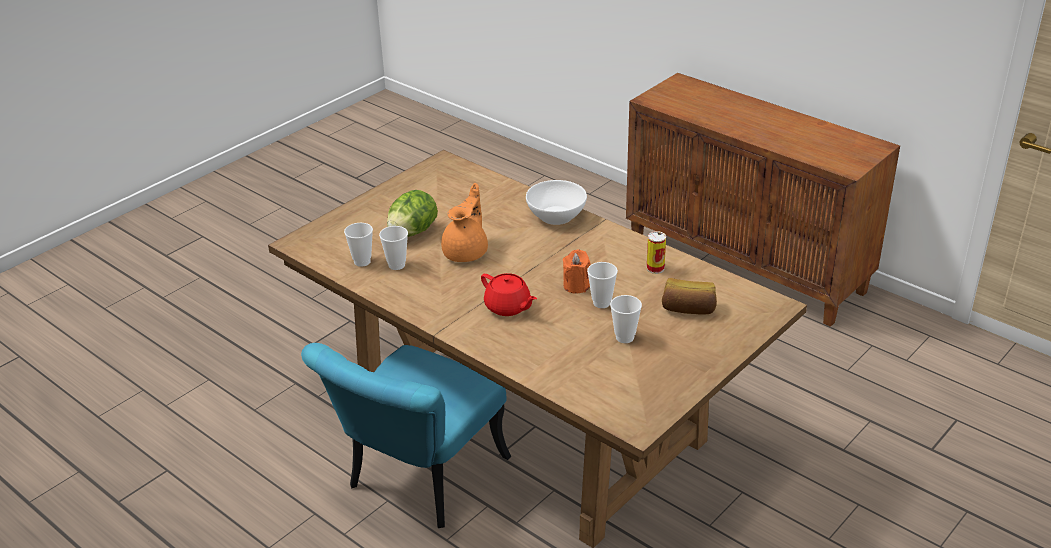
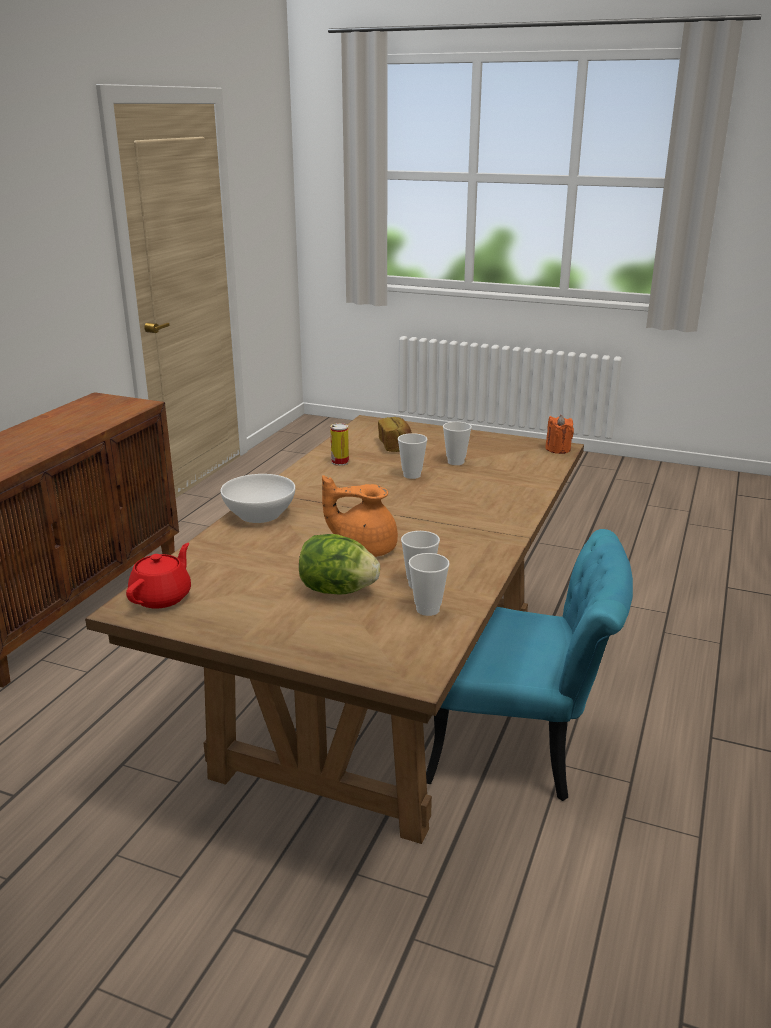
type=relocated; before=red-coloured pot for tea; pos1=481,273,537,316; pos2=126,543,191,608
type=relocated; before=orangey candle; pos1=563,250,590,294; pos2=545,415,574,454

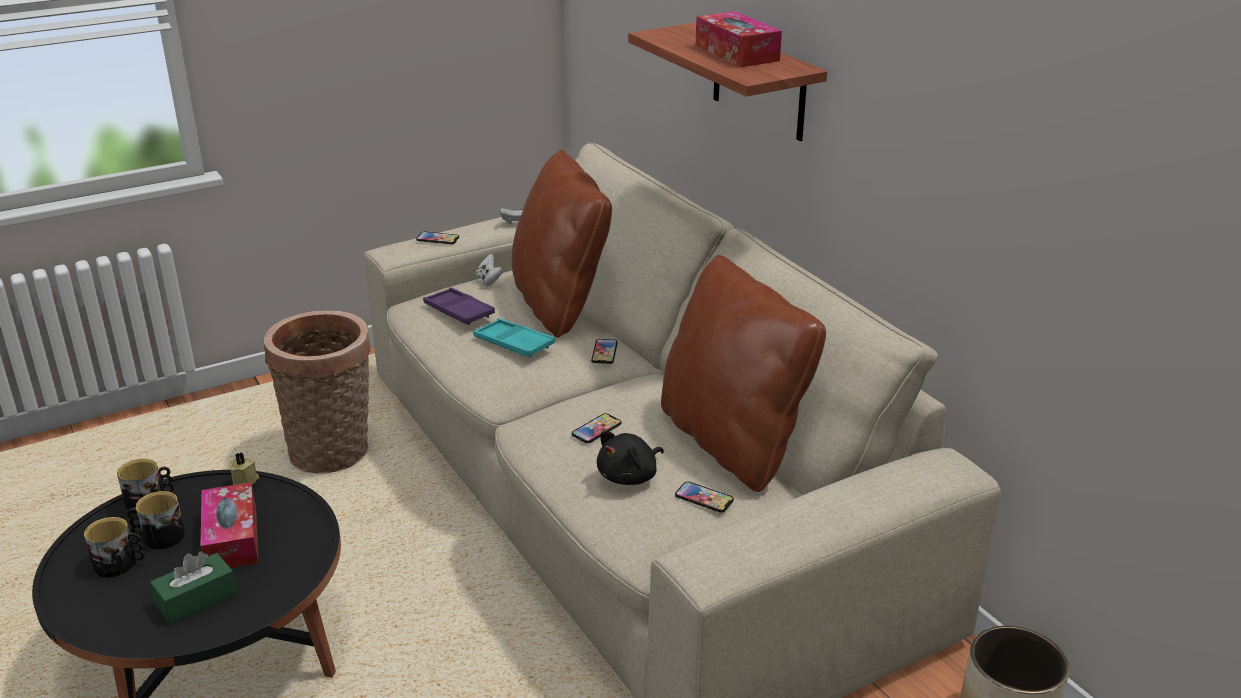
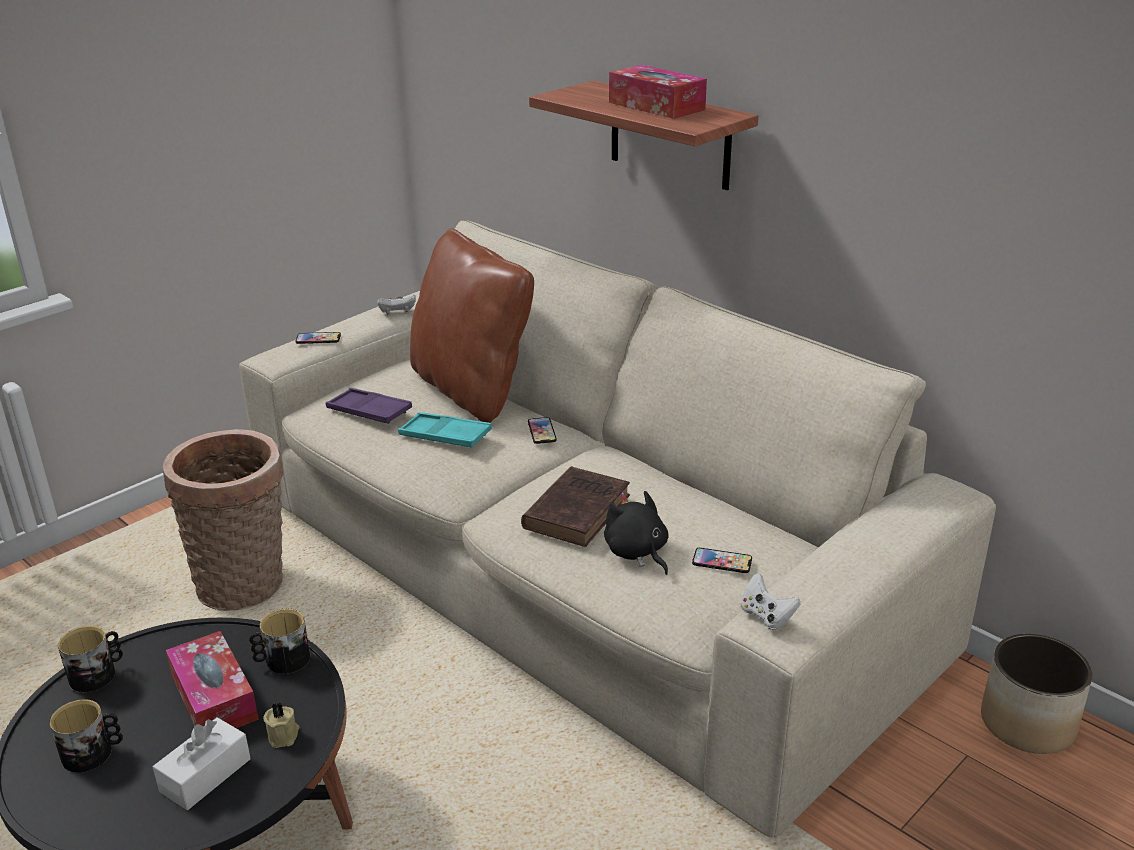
type=missing; before=brown-coloured pillow; pos1=661,255,826,492
type=relocated; before=tea mug; pos1=127,491,185,550; pos2=249,609,310,674
type=relocated; before=beige candle; pos1=229,452,259,485; pos2=263,702,299,748
type=relocated; before=whitish gamepad; pos1=476,254,504,286; pos2=741,573,800,630
type=exchanged; before=telephone; after=brown-coloured book; pos1=572,413,621,443; pos2=521,466,630,547
type=colour; before=green tissue box; after=whitish tissue box; pos1=150,551,237,624; pos2=153,717,251,810
type=spun; before=black-coloured soft toy; pos1=597,431,664,485; pos2=604,491,669,575; turn=120

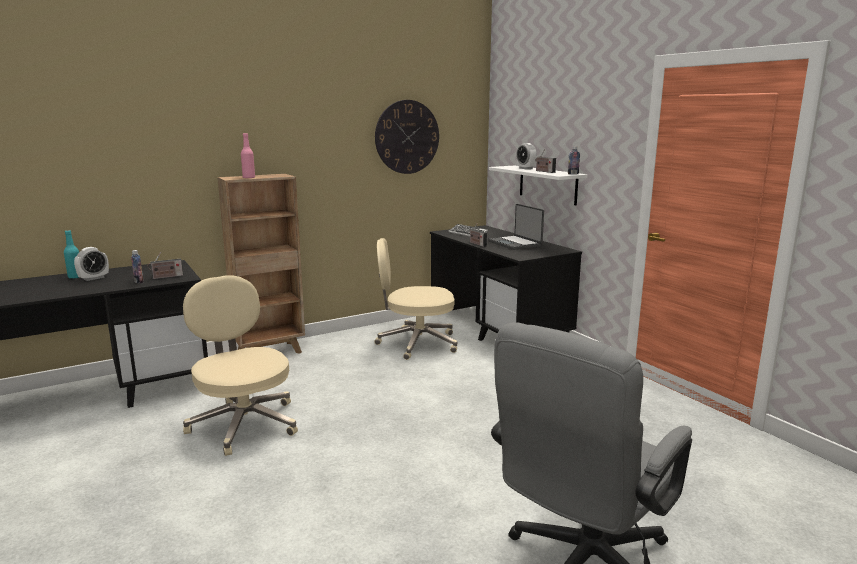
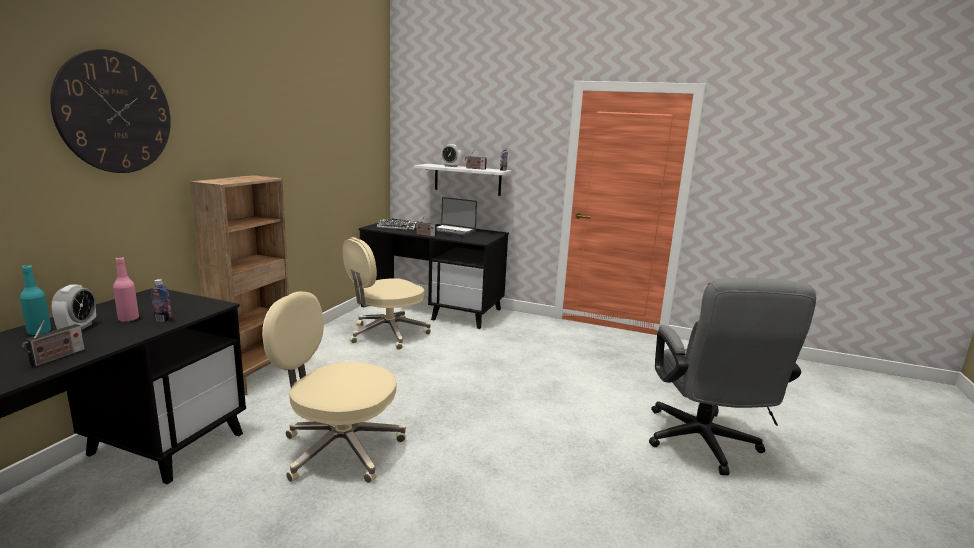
type=relocated; before=radio receiver; pos1=148,252,183,279; pos2=22,320,85,367
type=relocated; before=pink-coloured bottle; pos1=241,133,255,178; pos2=113,257,139,322
type=relocated; before=clock on the wall; pos1=375,100,439,174; pos2=50,49,171,173

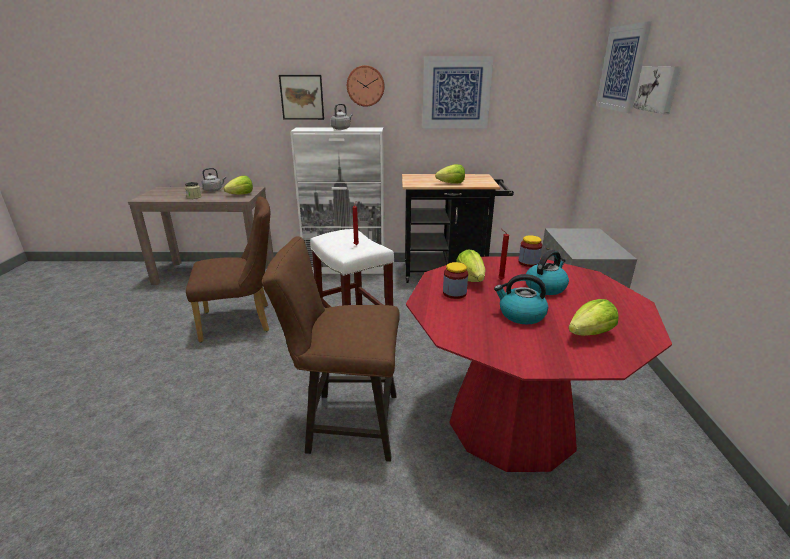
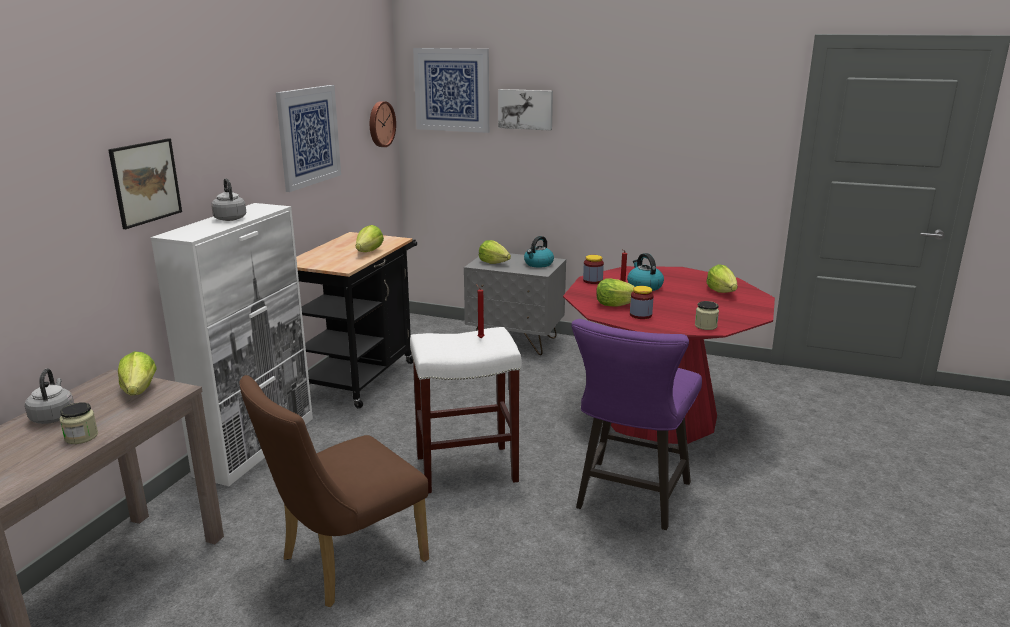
type=appeared; after=head of lettuce; pos2=479,240,511,264
type=appeared; after=jar; pos2=695,301,719,330
type=relocated; before=clock on the wall; pos1=347,65,385,107; pos2=370,101,396,147
type=relocated; before=kettle; pos1=494,274,548,324; pos2=524,236,554,268
type=colour; before=brown-coloured stool seat; after=purple stool seat; pos1=262,237,400,462; pos2=571,319,702,530
type=spun; before=brown-coloured chair; pos1=186,196,270,342; pos2=239,375,429,607; turn=-135

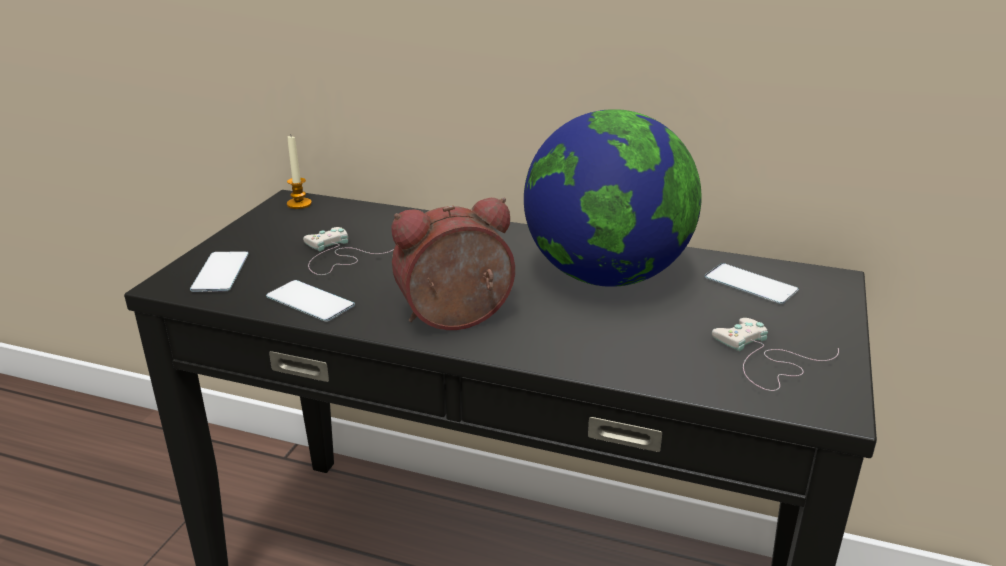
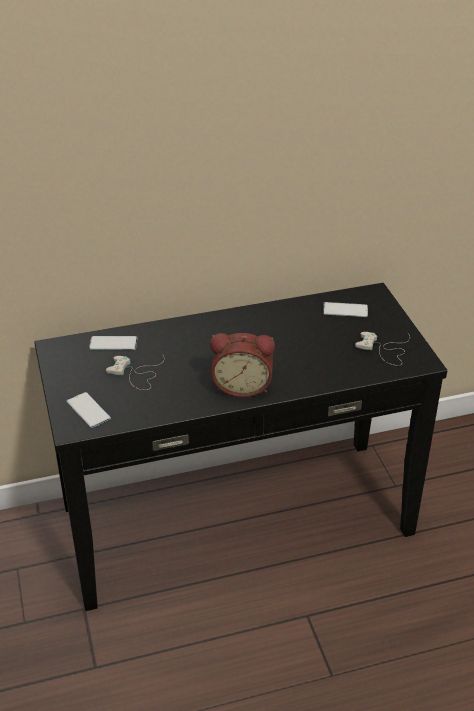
type=missing; before=candle; pos1=287,136,312,209
type=missing; before=globe; pos1=524,109,701,287
type=relocated; before=telephone; pos1=266,280,355,322; pos2=89,336,138,350
type=spun; before=bedside clock; pos1=392,197,515,330; pos2=210,333,275,398; turn=-120

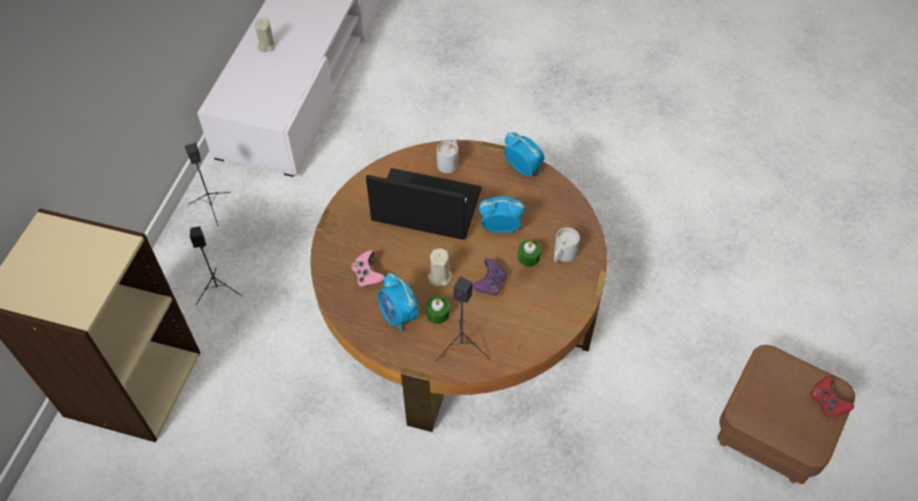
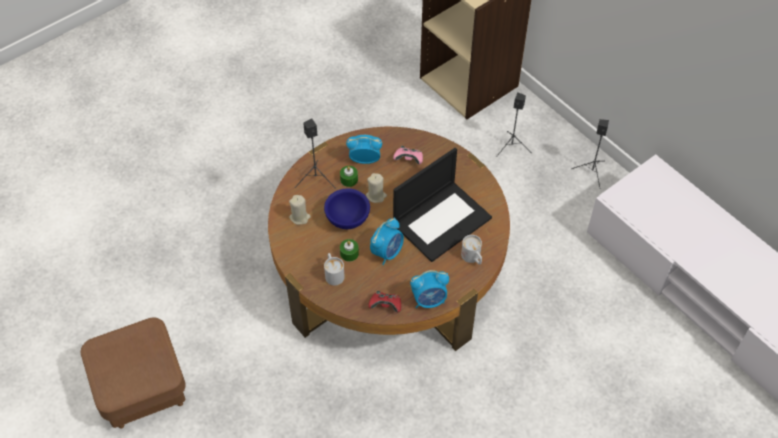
type=relocated; before=beige candle; pos1=255,18,276,52; pos2=289,195,311,225
type=relocated; before=red-coloured gamepad; pos1=810,376,854,417; pos2=368,291,401,312
type=exchanged; before=purple gamepad; after=bluish serving bowl; pos1=472,258,507,296; pos2=324,189,370,229

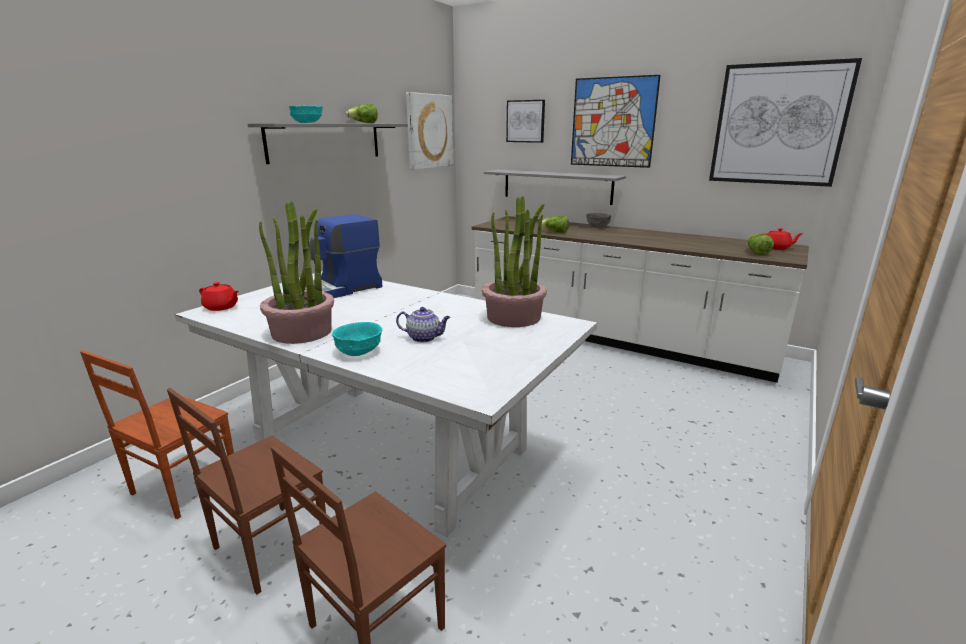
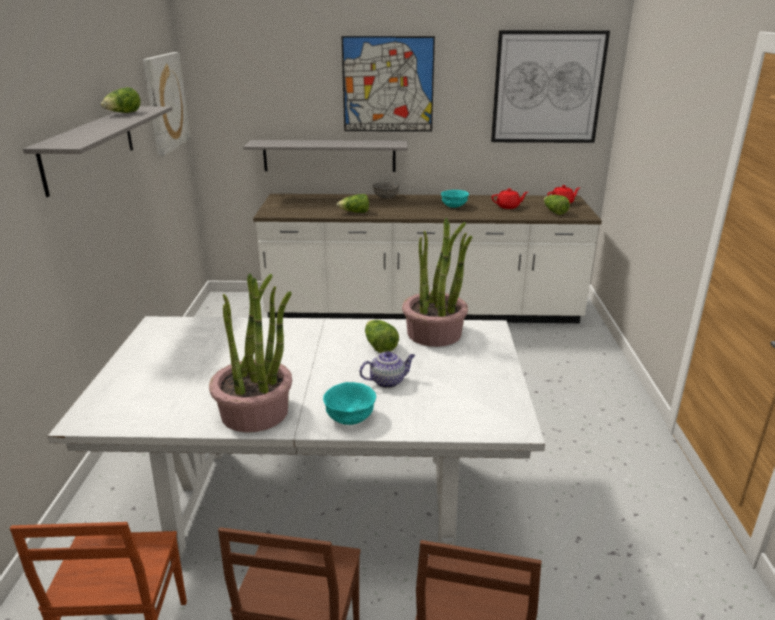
type=missing; before=coffee machine; pos1=305,214,382,298
type=missing; before=wall art; pos1=506,100,545,143
type=appeared; after=head of lettuce; pos2=365,320,399,353
type=relocated; before=red-coloured pot for tea; pos1=199,282,239,311; pos2=491,188,528,209
type=relocated; before=turquoise-coloured serving bowl; pos1=289,106,323,123; pos2=441,190,469,208

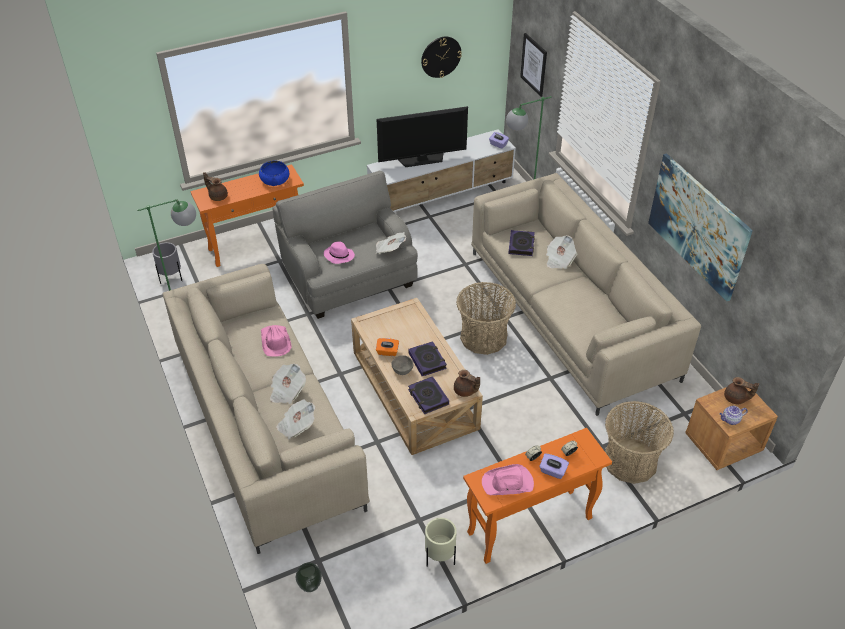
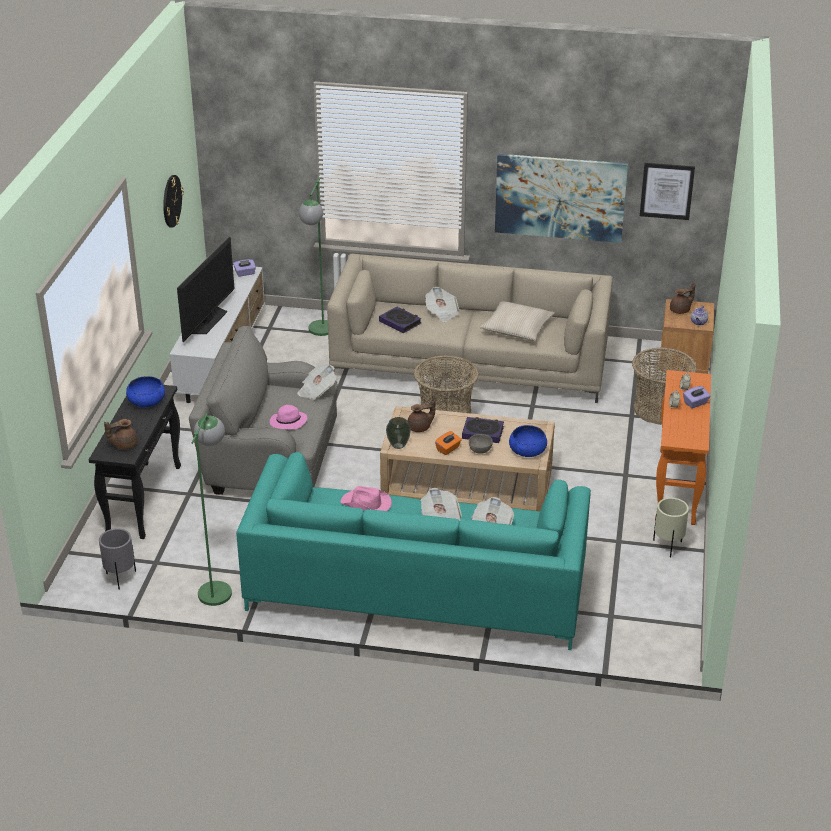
type=missing; before=pink-coloured wearable hat; pos1=482,464,534,495
type=appeared; after=beige pillow; pos2=480,301,555,341
type=relocated; before=flower vase; pos1=296,563,322,592; pos2=386,417,411,449
type=relocated; before=brown-coloured pot for tea; pos1=454,370,480,397; pos2=408,399,435,432
type=relocated; before=wall art; pos1=520,33,547,97; pos2=640,163,695,220
type=exchanged; before=book; after=bluish serving bowl; pos1=408,376,449,414; pos2=509,425,547,457
type=colour; before=beige settee; after=turquoise-coloured settee; pos1=163,264,370,554; pos2=236,452,591,650
type=colour; before=orangey console table; after=black-coloured console table; pos1=191,164,304,267; pos2=89,385,181,539

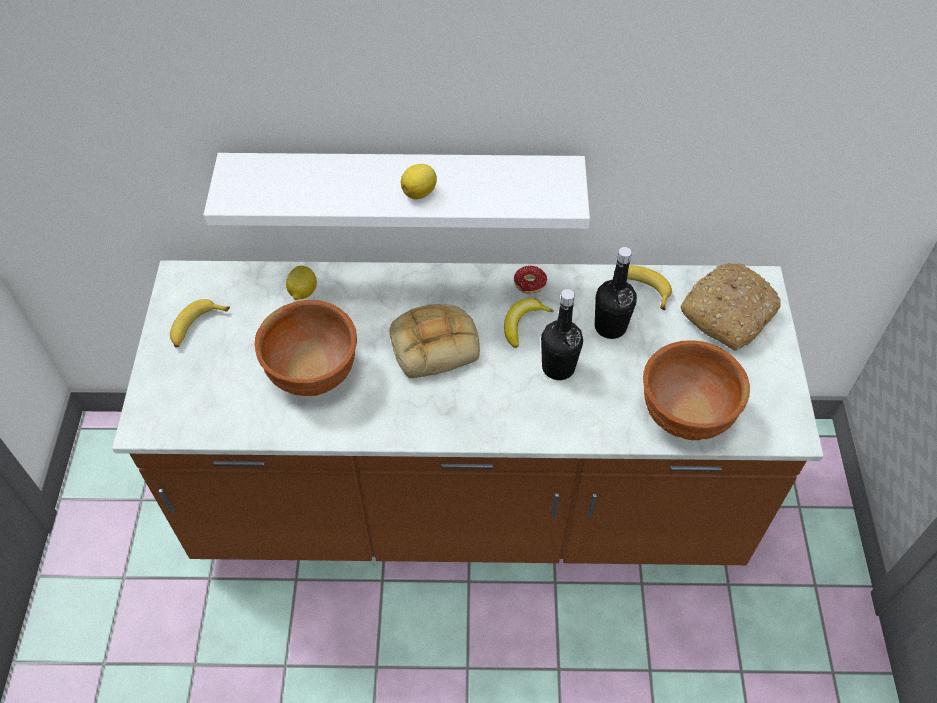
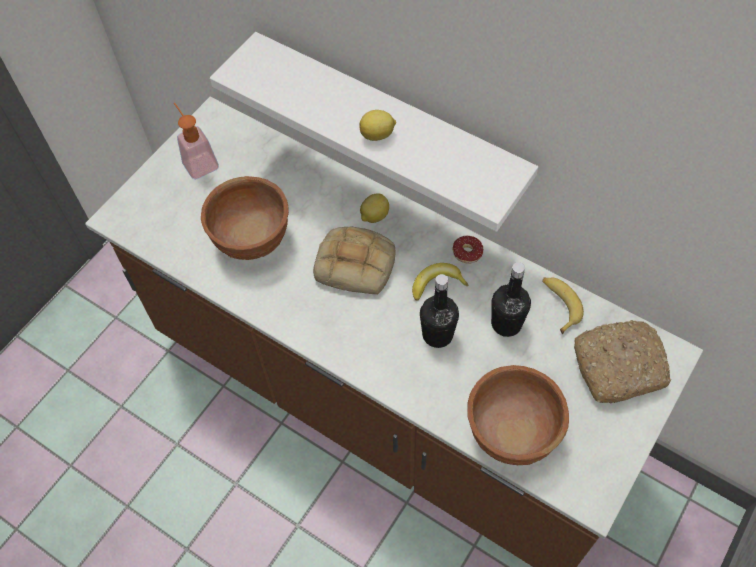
type=relocated; before=citrus fruit; pos1=286,266,317,300; pos2=360,193,389,223
type=exchanged; before=banana; after=liquid soap bottle; pos1=170,299,230,347; pos2=174,103,219,180

